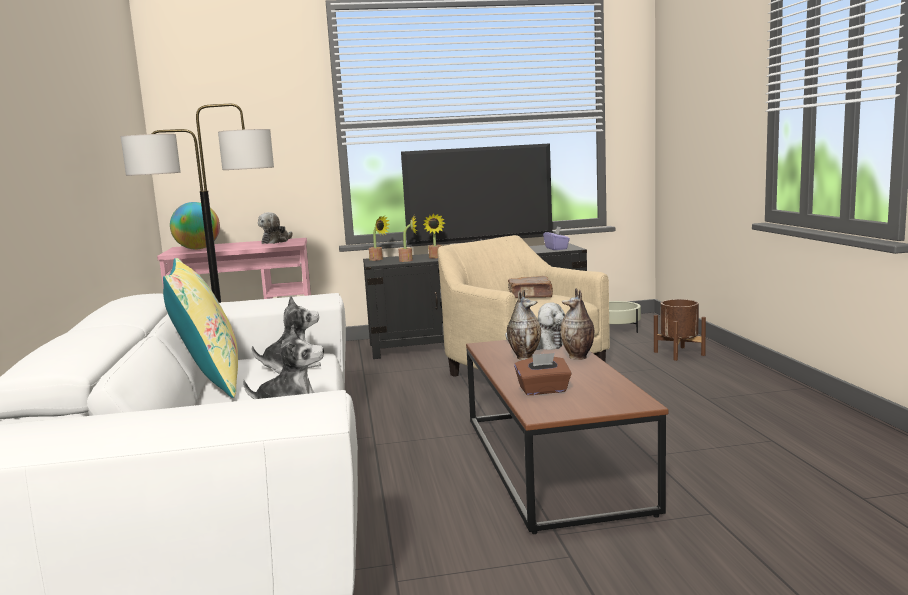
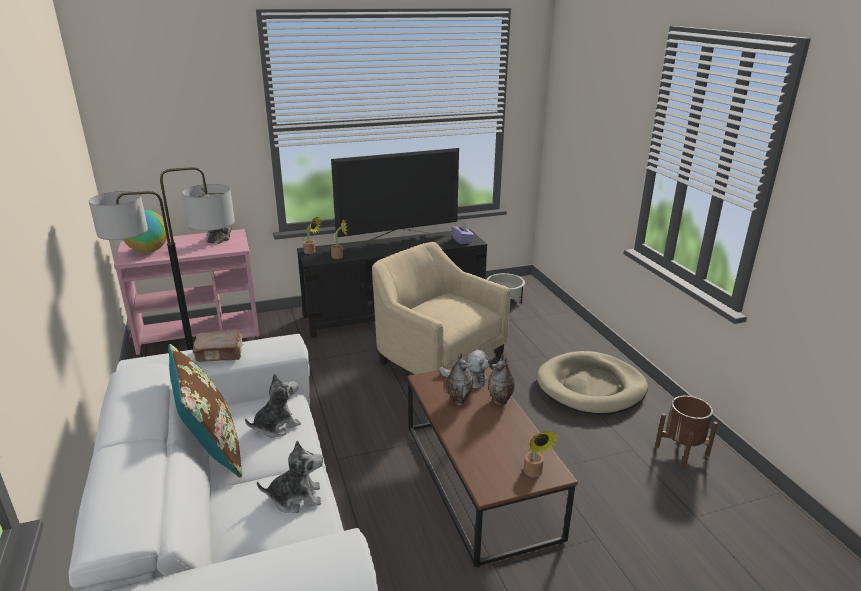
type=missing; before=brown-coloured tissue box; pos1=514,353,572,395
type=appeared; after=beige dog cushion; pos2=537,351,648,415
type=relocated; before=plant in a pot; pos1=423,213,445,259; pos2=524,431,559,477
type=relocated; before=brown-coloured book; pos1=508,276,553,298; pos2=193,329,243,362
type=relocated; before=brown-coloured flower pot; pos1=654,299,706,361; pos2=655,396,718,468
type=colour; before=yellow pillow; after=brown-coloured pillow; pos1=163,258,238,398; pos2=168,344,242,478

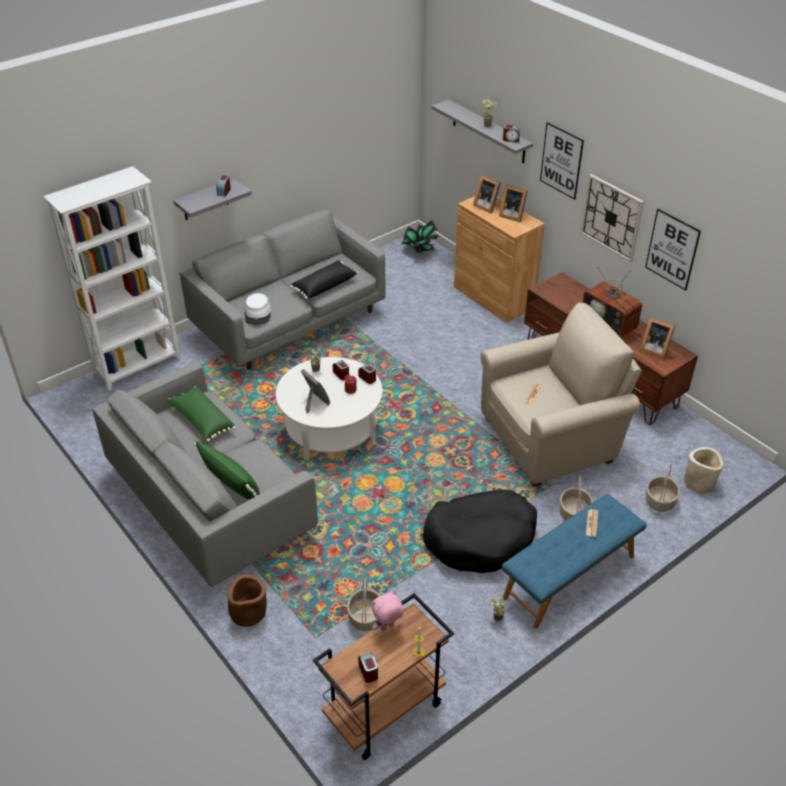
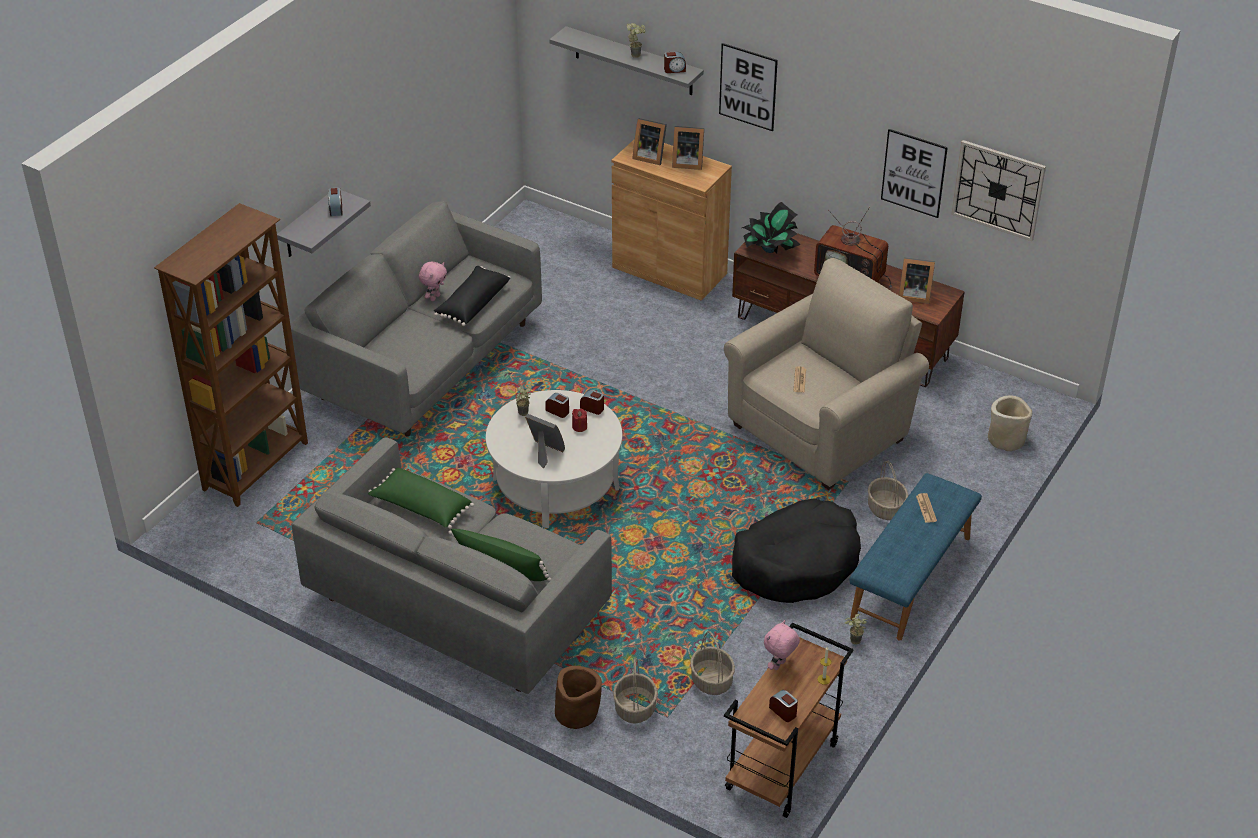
type=missing; before=whitish wearable hat; pos1=244,293,272,325
type=appeared; after=pink-coloured soft toy; pos2=419,262,447,301
type=relocated; before=plant in a pot; pos1=402,221,439,253; pos2=742,202,800,253
type=relocated; before=clock on the wall; pos1=580,174,644,262; pos2=951,140,1046,241
type=relocated; before=basket; pos1=646,464,680,512; pos2=613,658,657,724
type=colour; before=whitish bookshelf; after=brown-coloured bookshelf; pos1=43,166,181,390; pos2=154,203,308,507

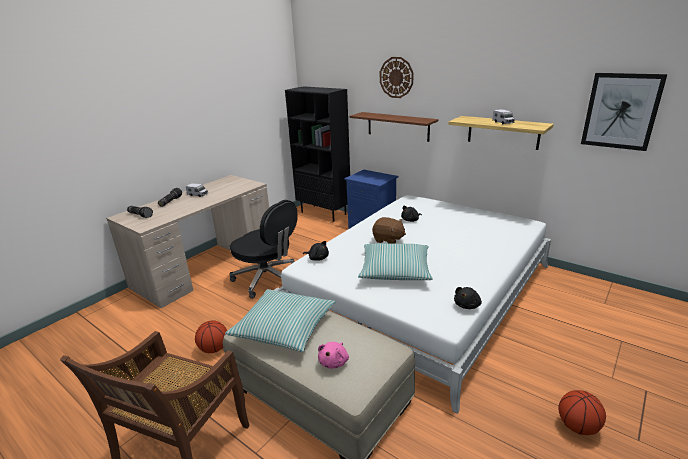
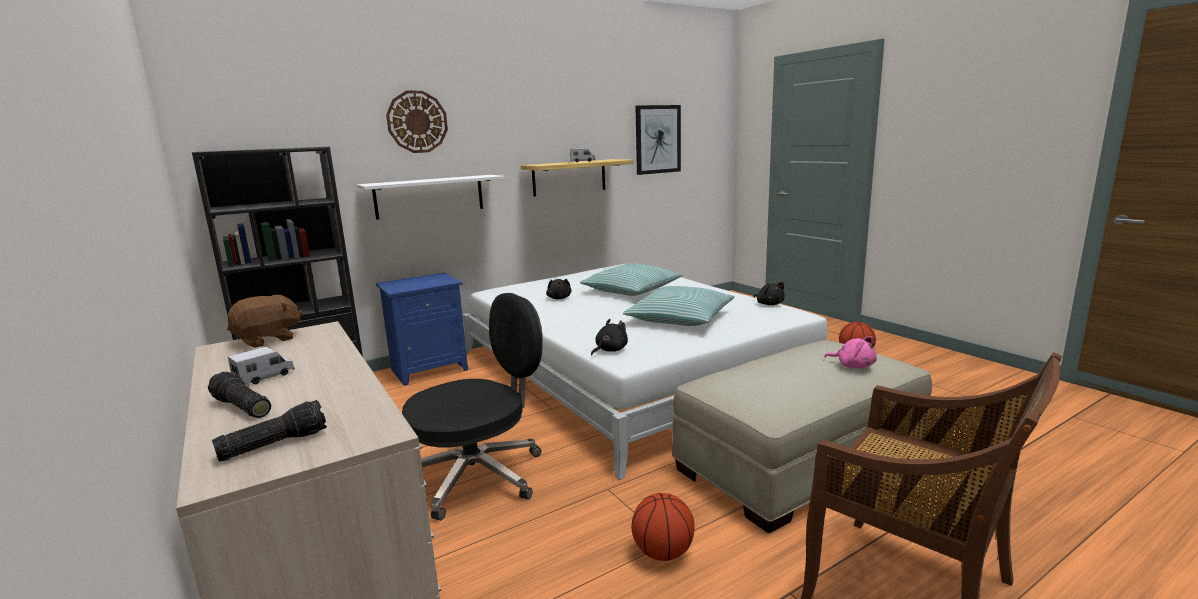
type=relocated; before=pillow; pos1=225,289,336,352; pos2=580,264,682,296
type=relocated; before=brown-coloured soft toy; pos1=372,217,406,243; pos2=227,295,303,348
type=colour; before=brown-coloured bracket shelf; after=whitish bracket shelf; pos1=349,112,438,142; pos2=357,175,505,220

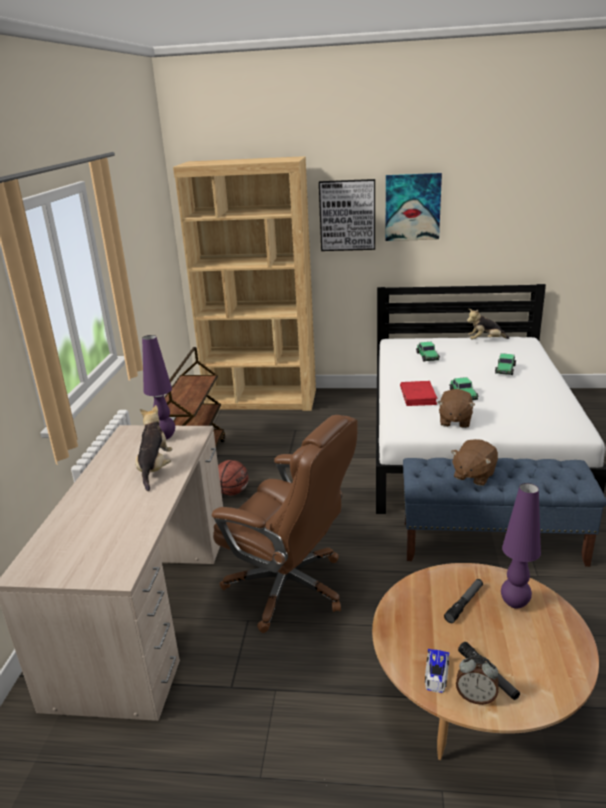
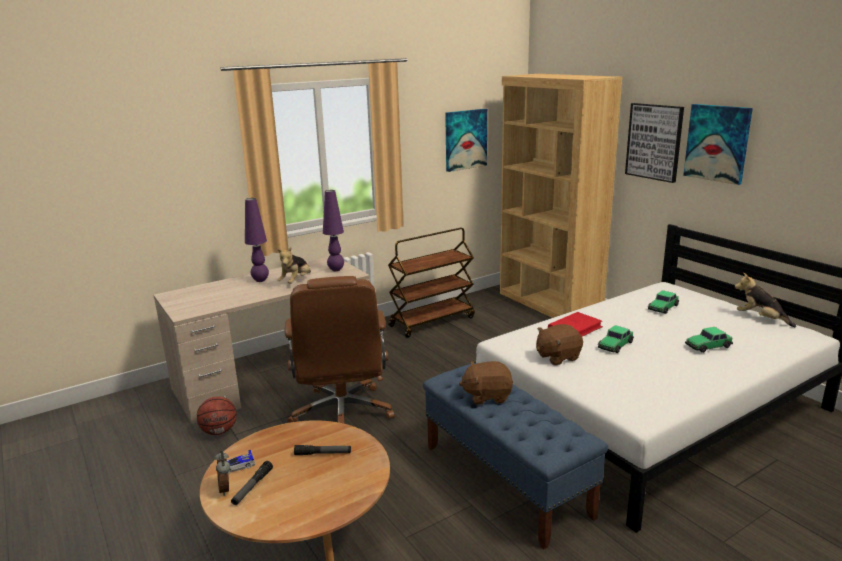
type=appeared; after=wall art; pos2=445,109,487,172
type=relocated; before=ball for basketball; pos1=218,460,248,495; pos2=197,397,236,435
type=relocated; before=purple lamp for a table; pos1=501,483,541,609; pos2=245,198,269,282
type=spun; before=soft toy; pos1=135,405,172,491; pos2=277,247,311,284; turn=150

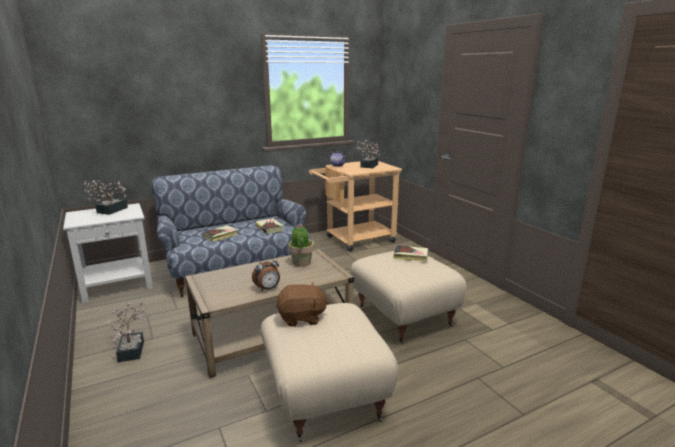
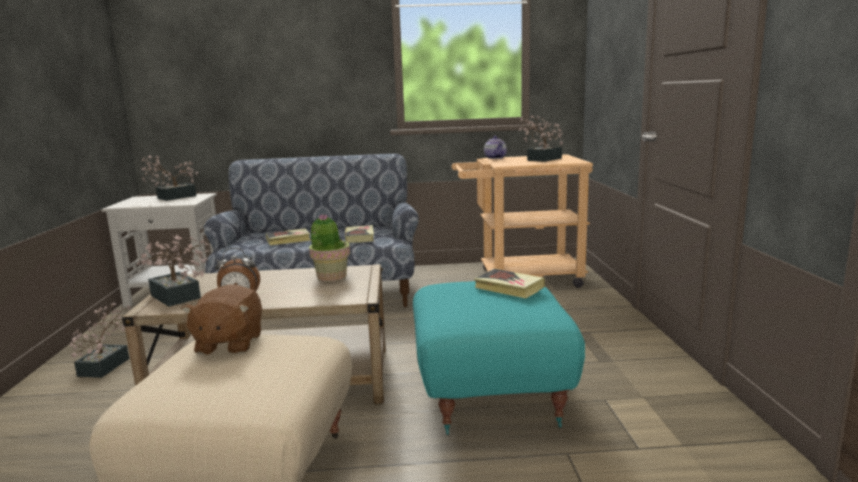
type=appeared; after=plant in a pot; pos2=137,235,210,307
type=colour; before=beige footrest; after=turquoise-coloured footrest; pos1=350,251,467,344; pos2=413,281,585,435
type=spun; before=brown-coloured soft toy; pos1=276,282,329,327; pos2=181,284,262,355; turn=75

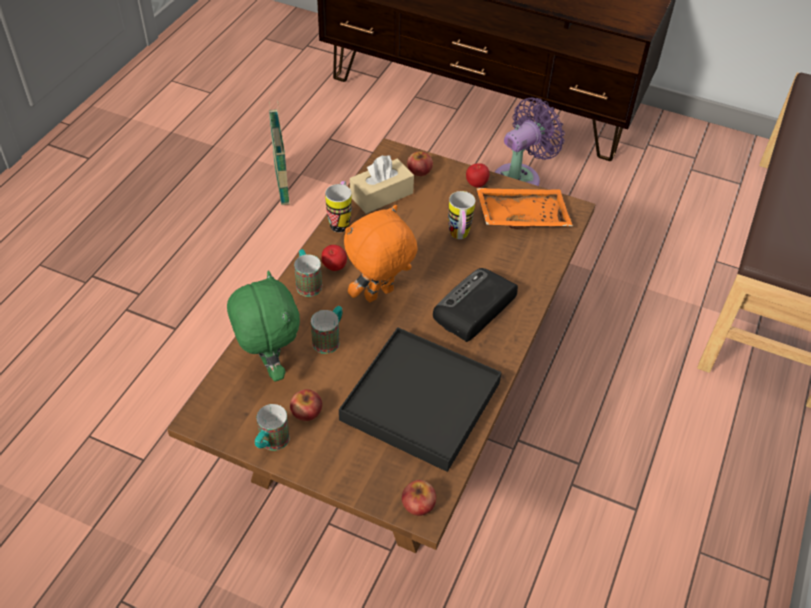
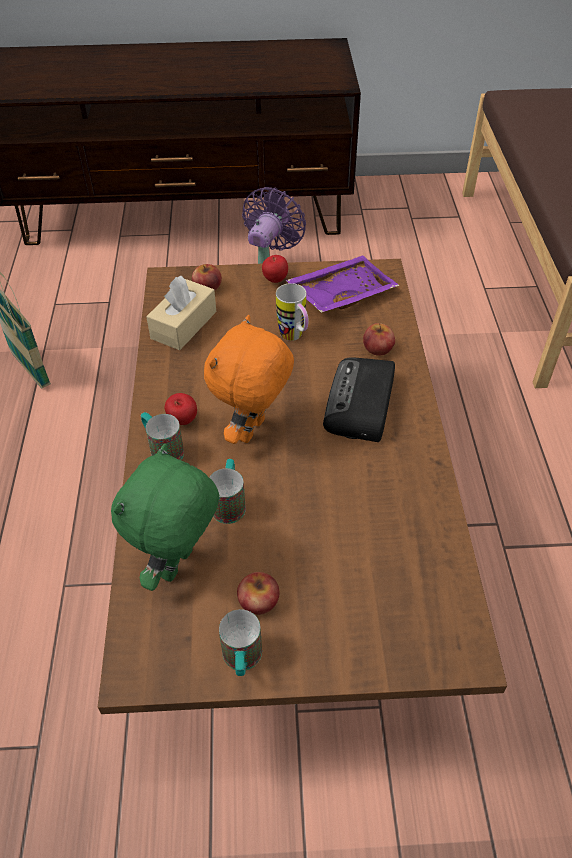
type=missing; before=tea mug; pos1=325,181,352,232
type=missing; before=black-coloured tray; pos1=339,327,502,472
type=relocated; before=whole apple; pos1=402,480,436,516; pos2=363,323,395,356
type=colour; before=orangey tray; after=purple tray; pos1=476,188,573,229; pos2=286,256,399,313
type=spun; before=green soft toy; pos1=227,271,300,381; pos2=111,443,219,591; turn=-105

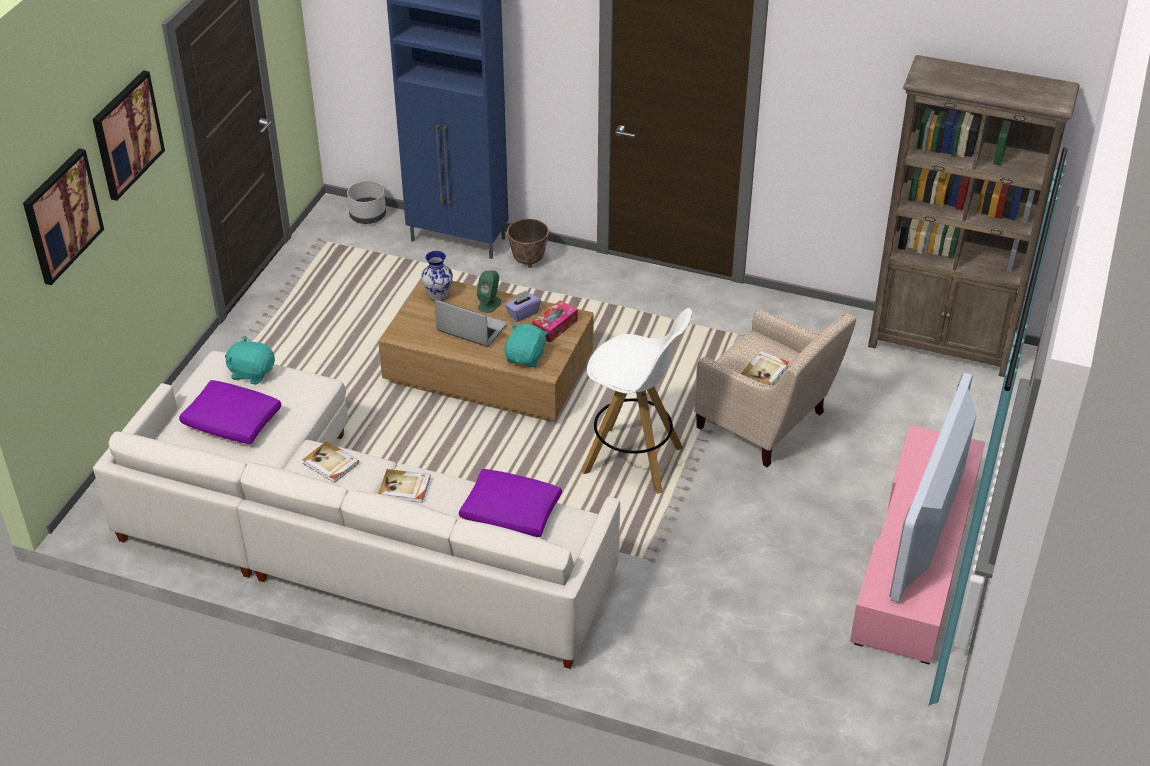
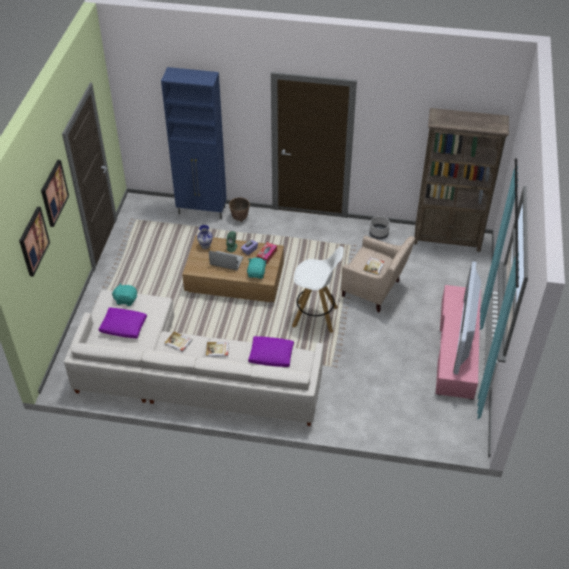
type=relocated; before=gray flower pot; pos1=347,181,386,224; pos2=369,216,390,239

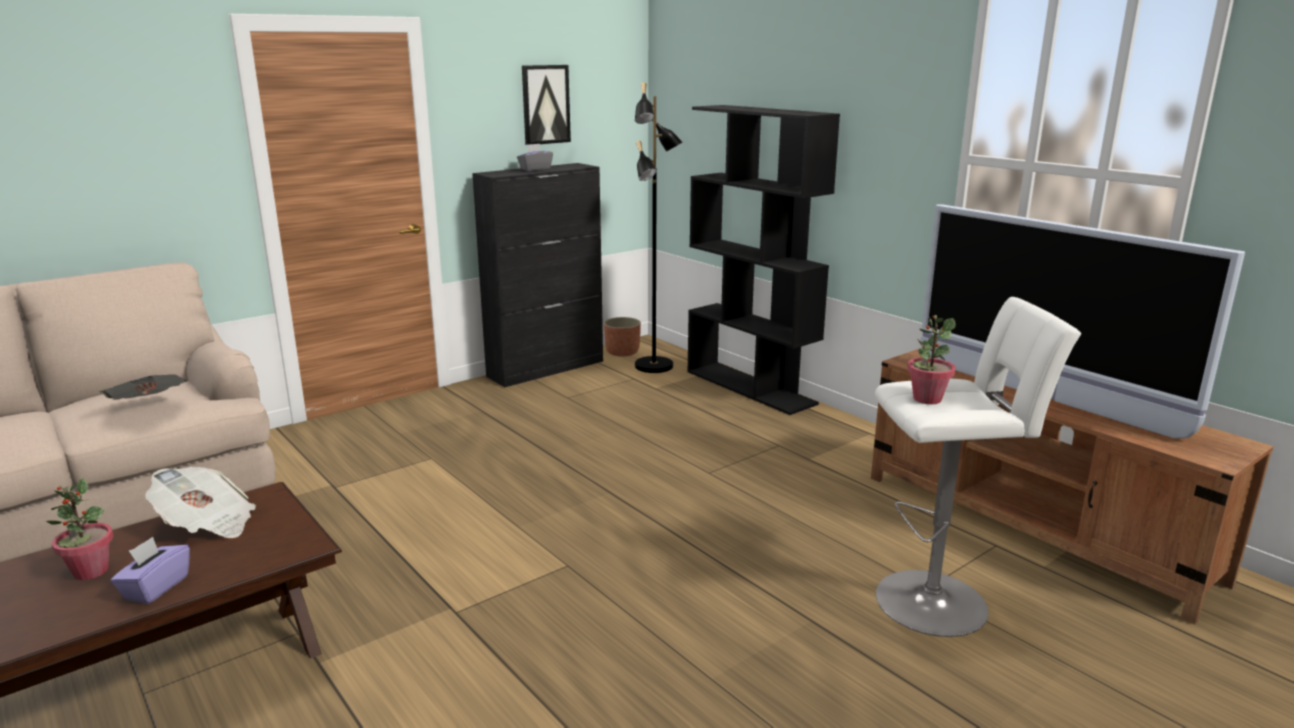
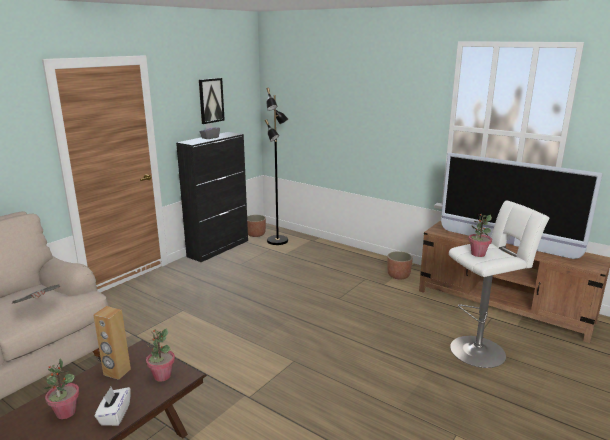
type=missing; before=black-coloured bookshelf; pos1=687,105,840,415
type=appeared; after=plant in a pot; pos2=146,329,175,382
type=appeared; after=flower pot; pos2=387,251,413,279
type=exchanged; before=newspaper; after=brown-coloured loudspeaker; pos1=145,467,256,538; pos2=93,306,131,380
type=colour; before=purple tissue box; after=whitish tissue box; pos1=110,537,190,604; pos2=95,387,130,426

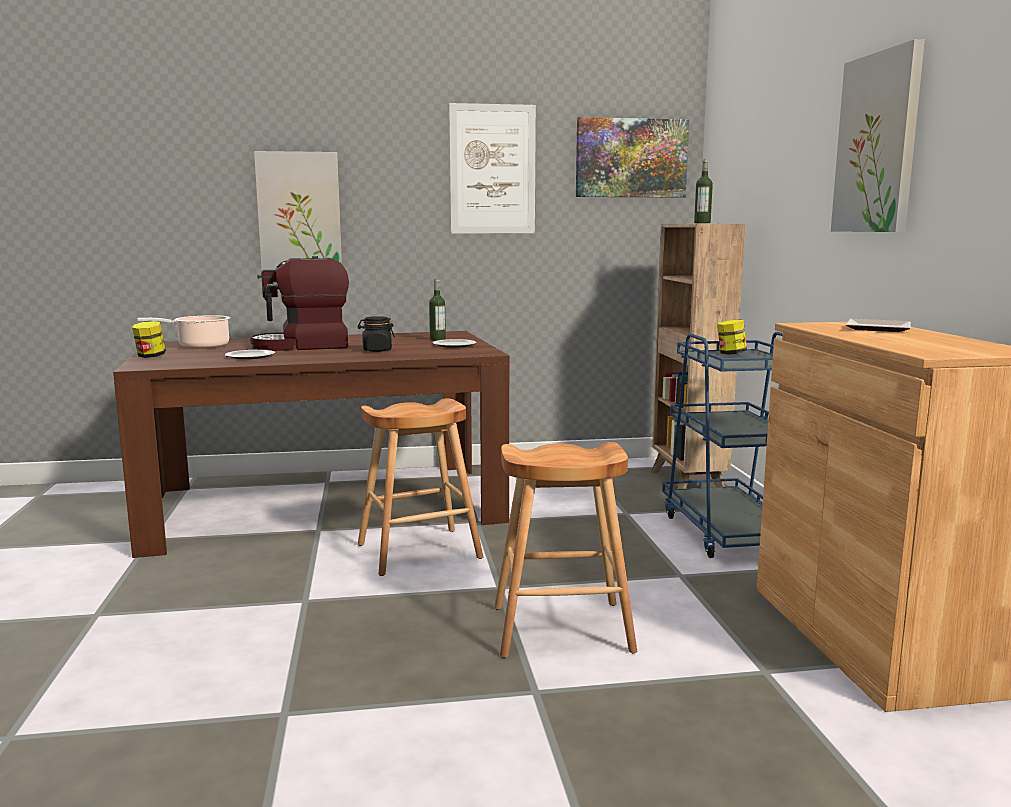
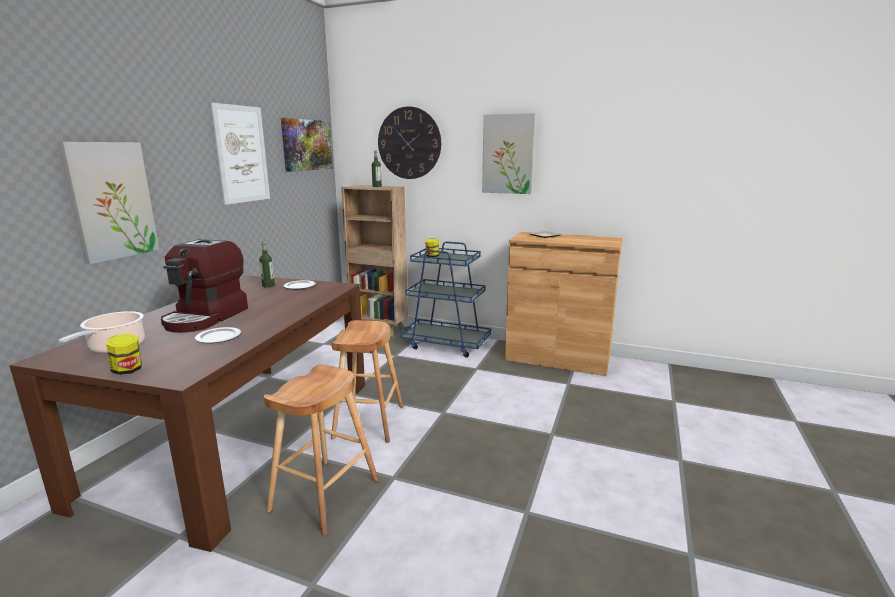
type=missing; before=black-coloured jar; pos1=358,316,395,352
type=appeared; after=clock on the wall; pos2=378,106,441,179
type=relocated; before=brown-coloured stool seat; pos1=494,442,637,658; pos2=264,364,378,536

